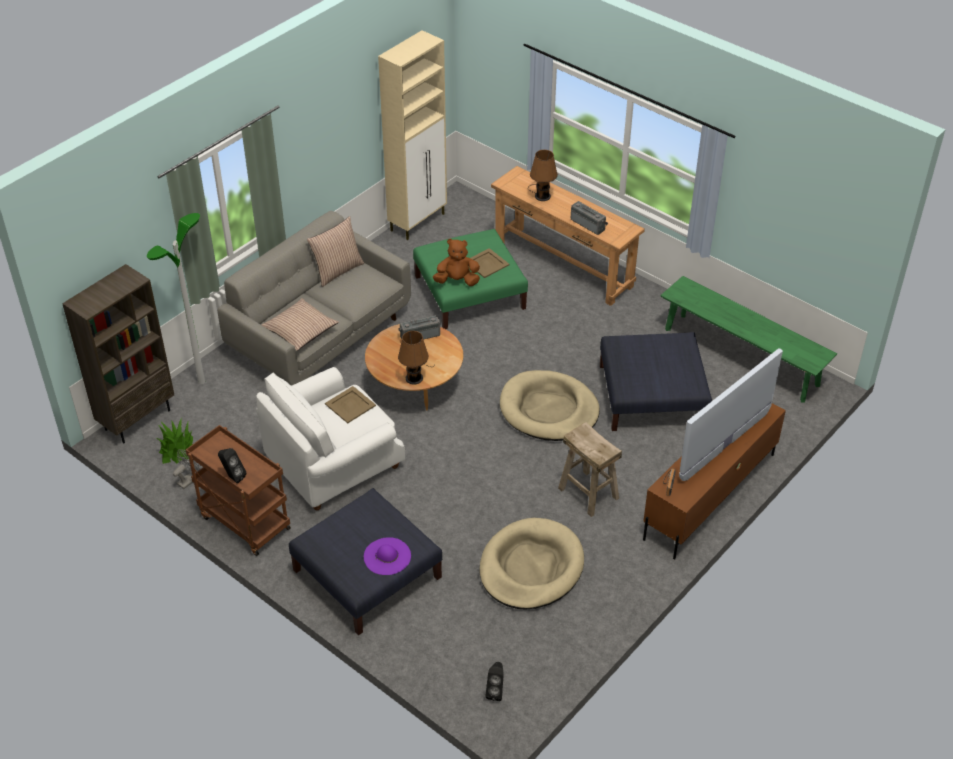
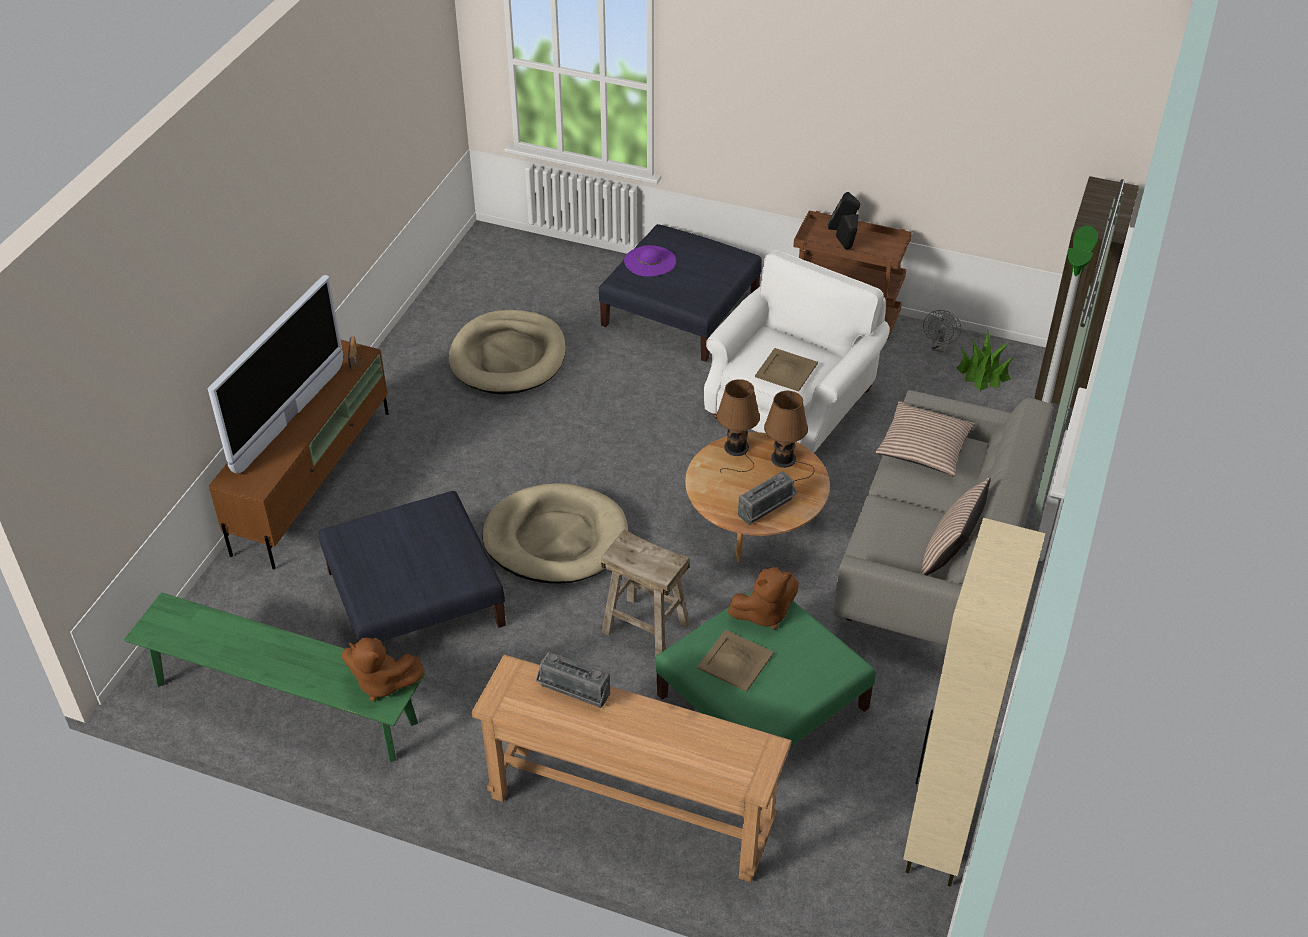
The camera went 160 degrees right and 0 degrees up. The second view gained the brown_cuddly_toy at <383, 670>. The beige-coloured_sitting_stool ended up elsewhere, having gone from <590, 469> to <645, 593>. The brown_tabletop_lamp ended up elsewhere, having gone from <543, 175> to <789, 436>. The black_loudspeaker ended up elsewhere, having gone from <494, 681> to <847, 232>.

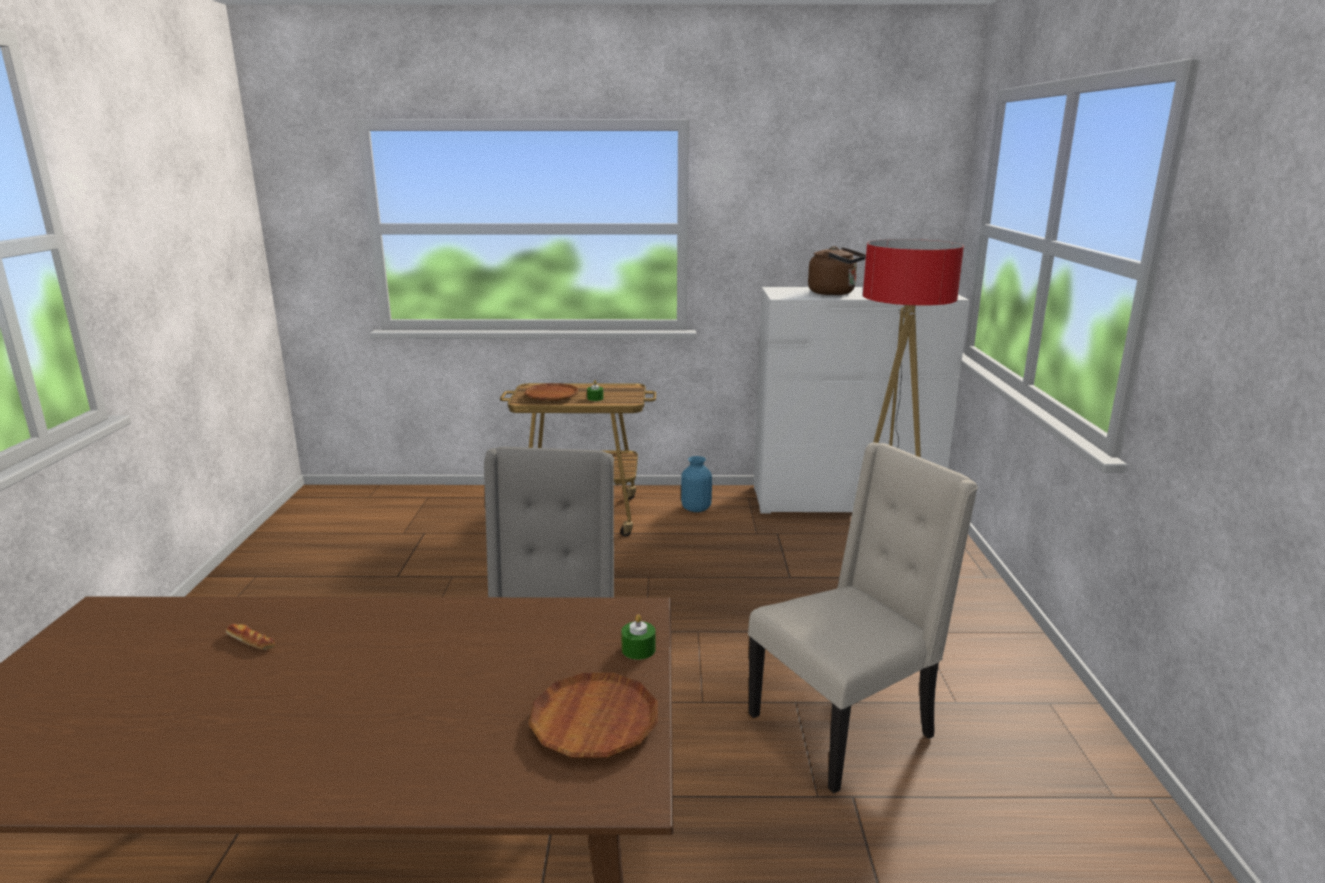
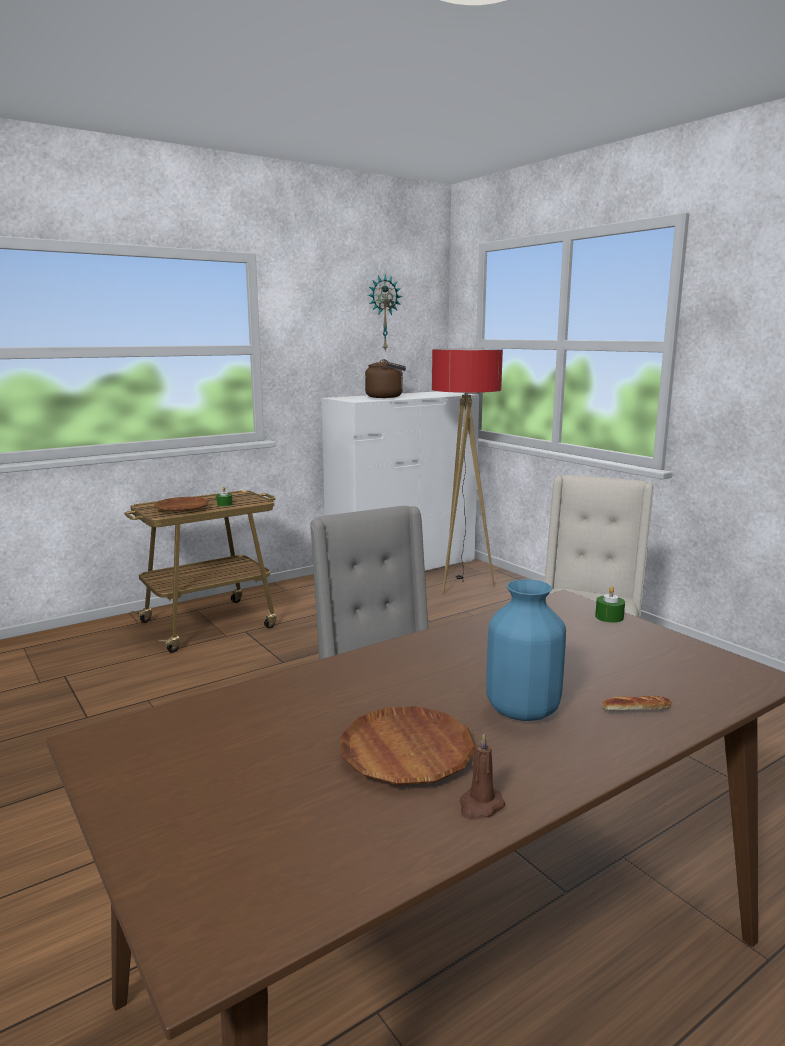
The camera went 35 degrees left and 5 degrees down. The brown_flat_dish ended up elsewhere, having gone from <593, 715> to <408, 745>. The second view gained the hanging_clock at <385, 313>. The second view gained the brown_wax_candle at <482, 776>. The blue-coloured_vase ended up elsewhere, having gone from <696, 484> to <526, 650>. The bread ended up elsewhere, having gone from <250, 637> to <636, 703>.

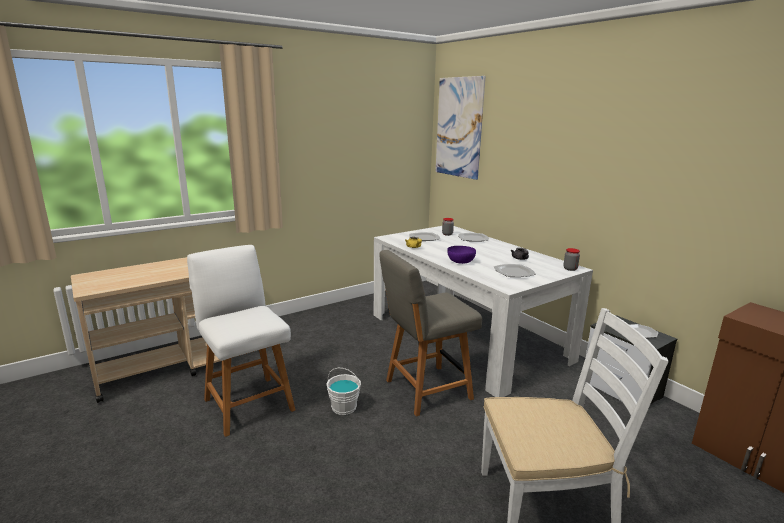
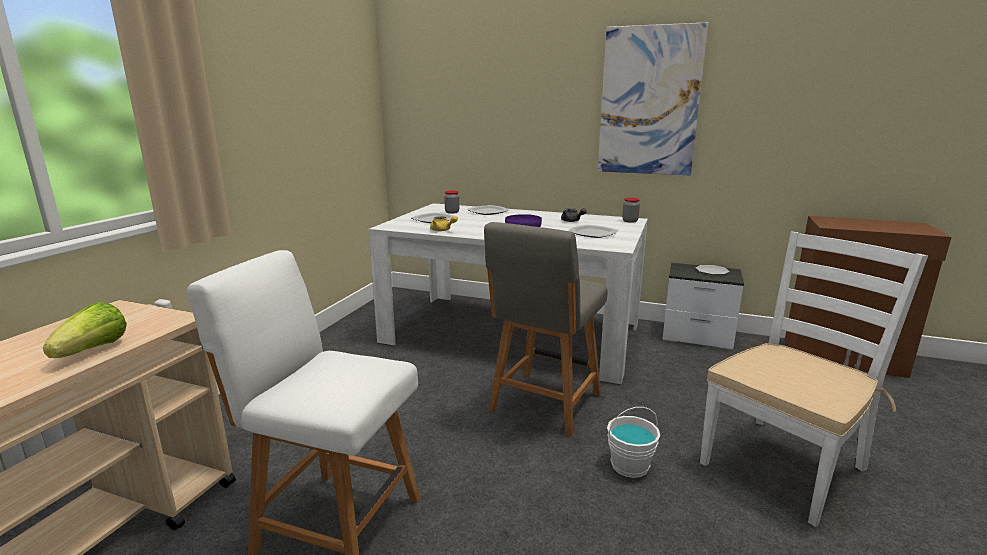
The camera went 35 degrees left and 0 degrees up. The second view gained the lettuce at <85, 330>. The wall_picture ended up elsewhere, having gone from <461, 128> to <653, 98>. The white-coloured_water_bucket ended up elsewhere, having gone from <344, 391> to <633, 442>.

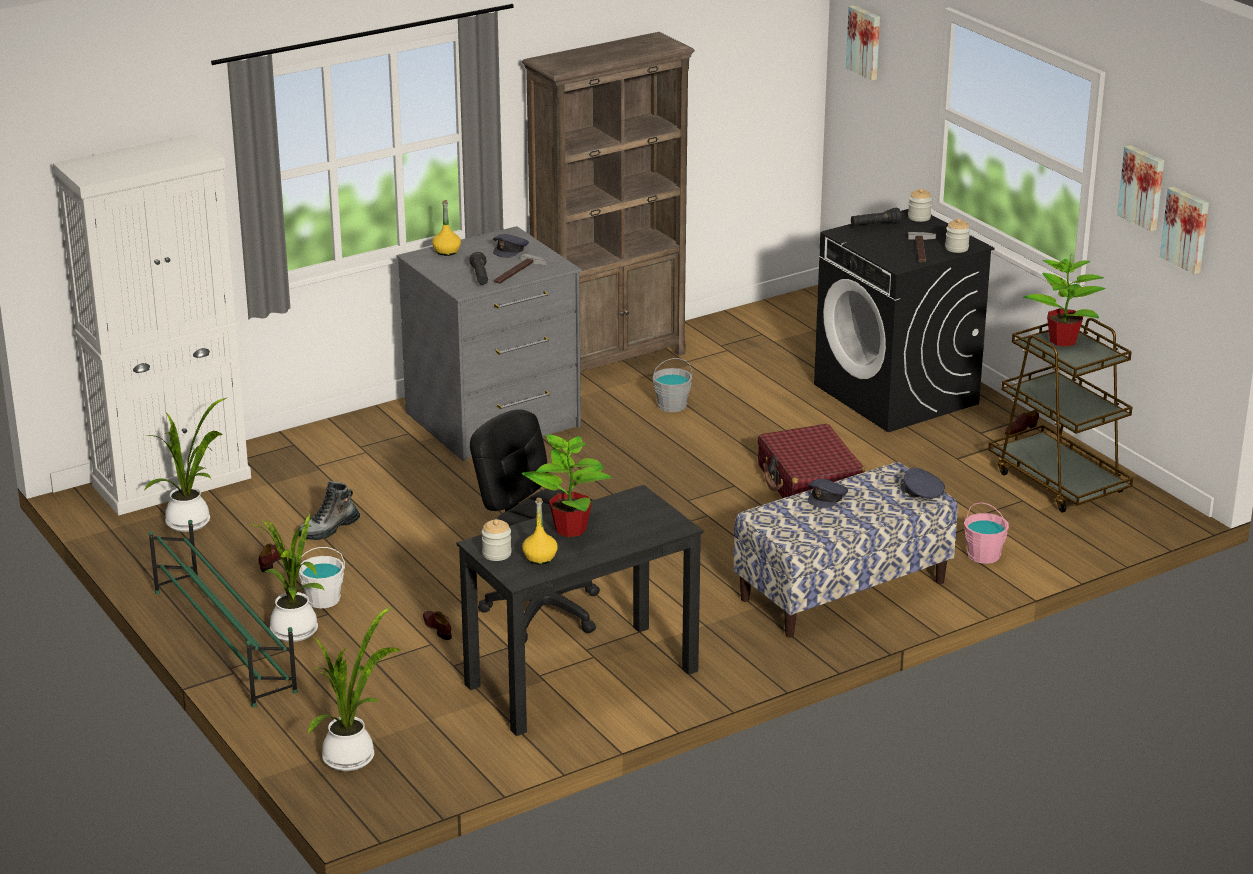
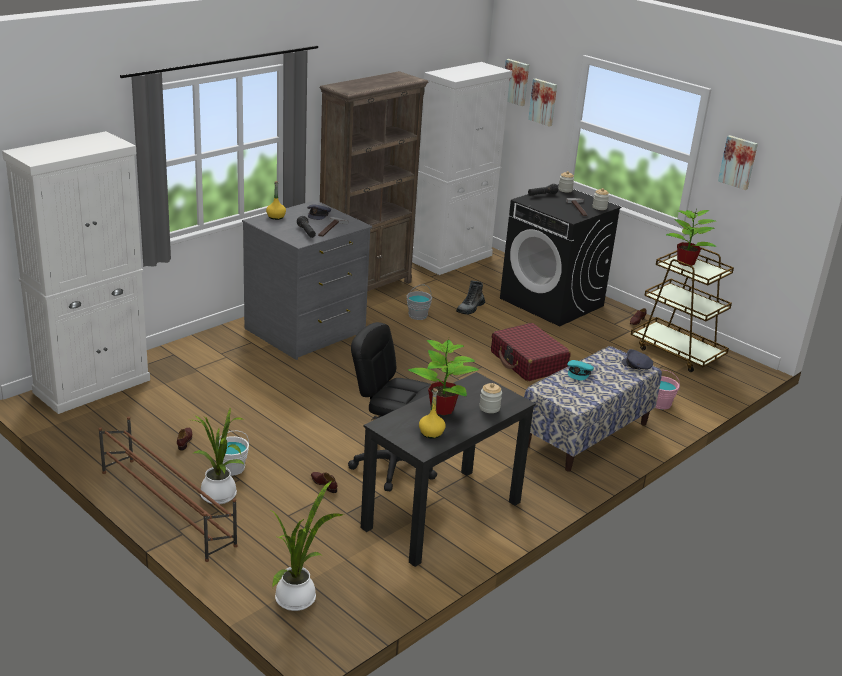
The camera went 15 degrees left and 0 degrees up. What was the green_shoe_shelf at <223, 613> turned into the brown_shoe_shelf at <168, 489>. The second view gained the white-coloured_cabinet at <462, 168>. The tall_boot ended up elsewhere, having gone from <329, 510> to <470, 297>. The storage_jar ended up elsewhere, having gone from <497, 540> to <490, 398>. The wall_picture ended up elsewhere, having gone from <1184, 230> to <542, 102>. What was the greyish_baseball_cap at <828, 493> turned into the blue-green_baseball_cap at <580, 370>. The second view lost the plant_in_a_pot at <185, 465>.

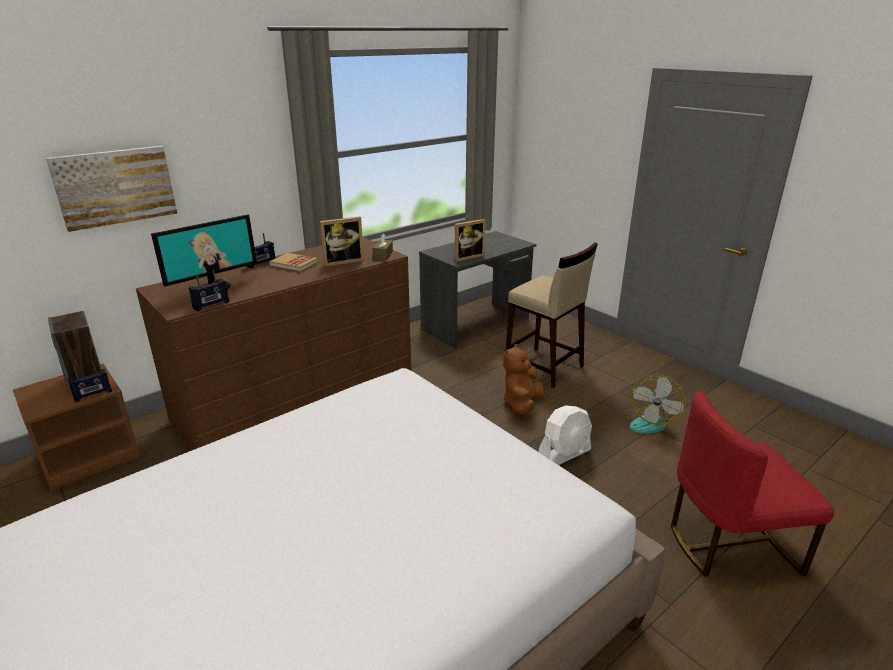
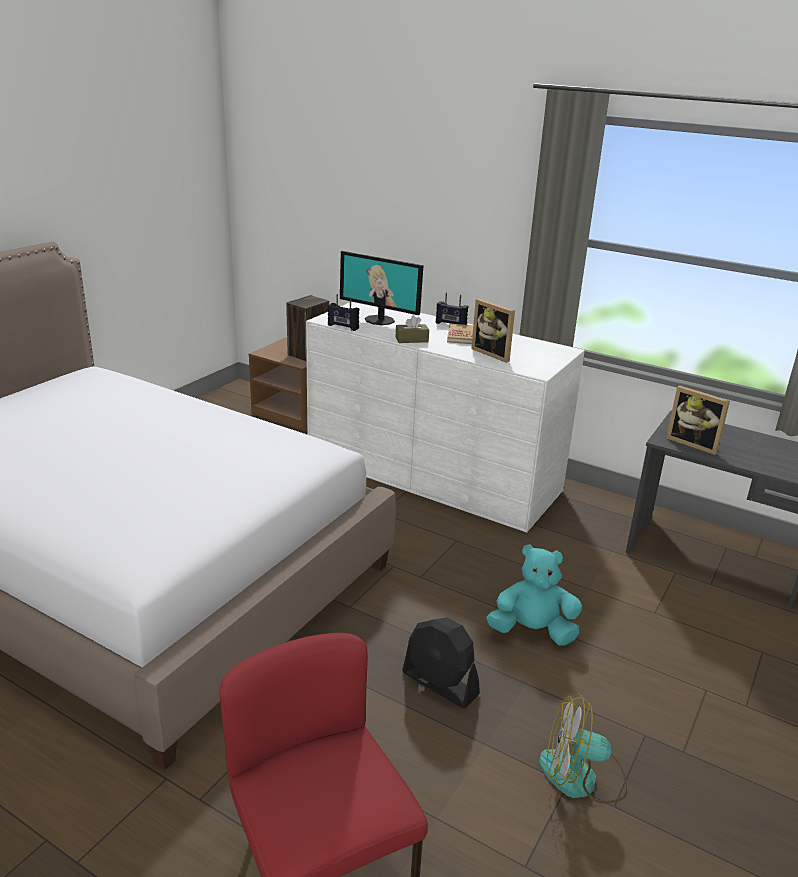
The camera went 70 degrees right and 0 degrees up. What was the brown_drawer_chest at <273, 344> turned into the white-coloured_drawer_chest at <445, 417>. The brown_tissue_holder ended up elsewhere, having gone from <383, 246> to <412, 329>. What was the white-coloured_cooling_fan at <565, 435> turned into the black_cooling_fan at <441, 662>. What was the brown_cuddly_toy at <524, 379> turned into the blue-green_cuddly_toy at <534, 595>. The second view lost the wall_picture at <111, 189>. The second view lost the radio_receiver at <89, 382>. The second view lost the beige-coloured_sitting_stool at <552, 315>.

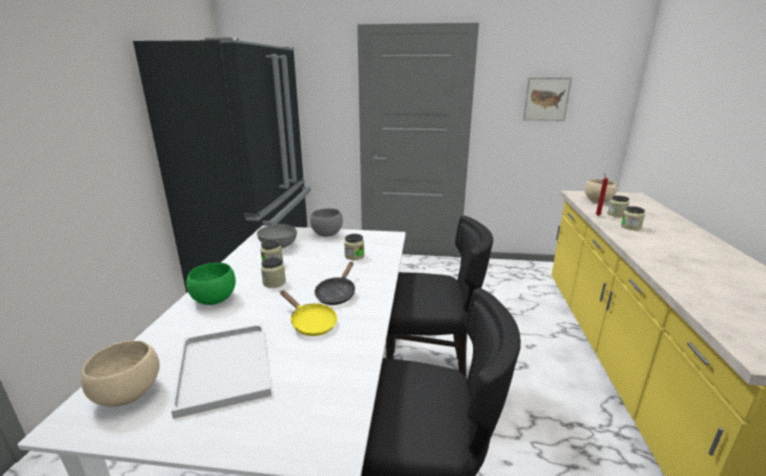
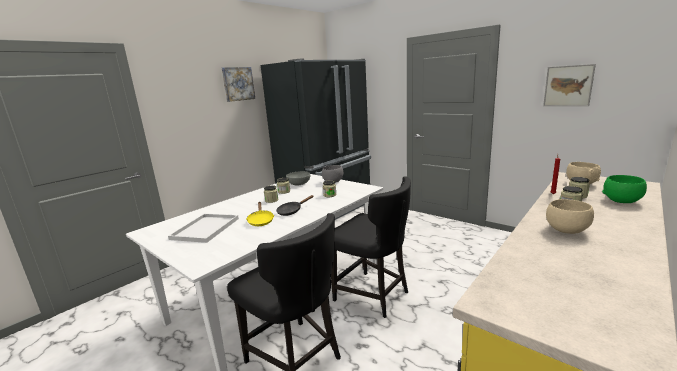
The camera went 35 degrees right and 5 degrees down. The second view gained the wall_picture at <238, 84>. The beige-coloured_bowl ended up elsewhere, having gone from <120, 373> to <570, 216>. The green_bowl ended up elsewhere, having gone from <211, 284> to <624, 189>.

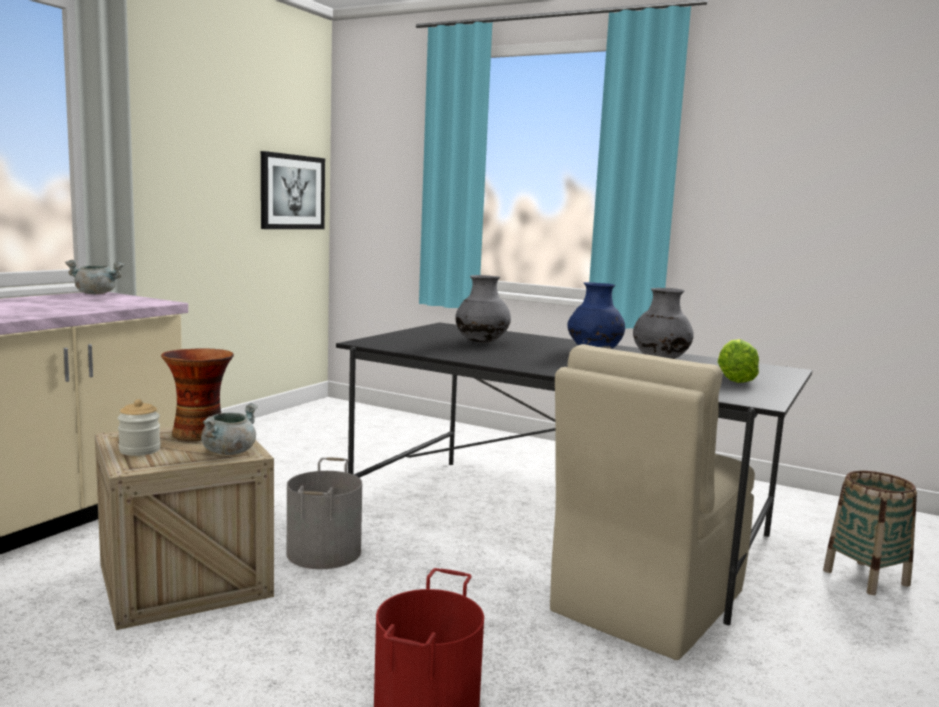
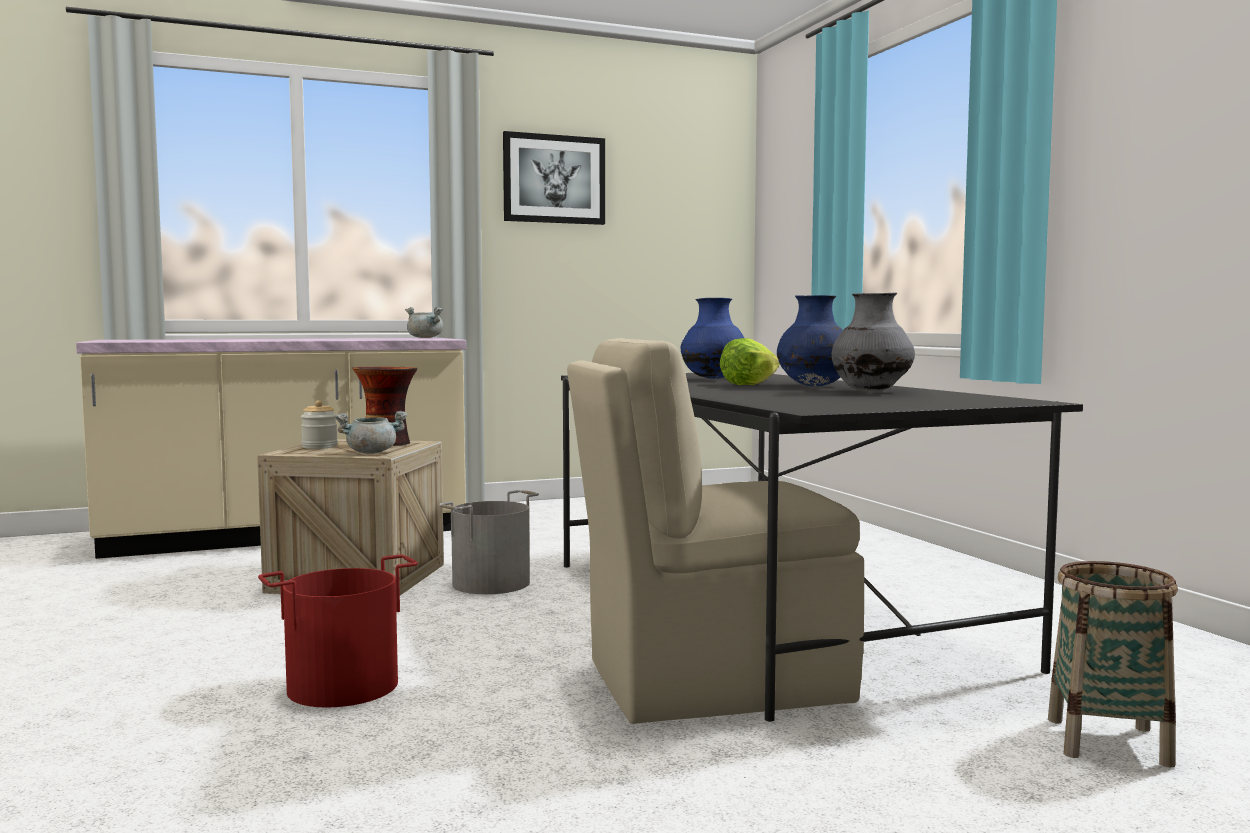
The camera went 40 degrees right and 5 degrees down. The wall_picture ended up elsewhere, having gone from <293, 190> to <554, 178>. What was the greyish_vase at <483, 309> turned into the blue-coloured_vase at <712, 338>. The lettuce ended up elsewhere, having gone from <738, 361> to <750, 361>.

